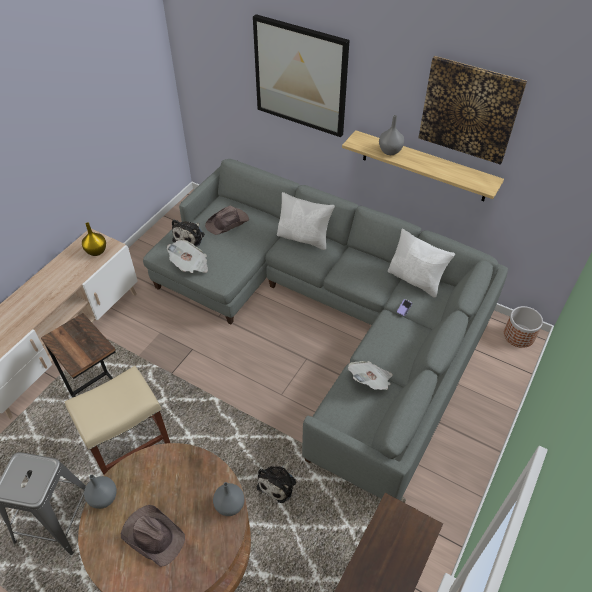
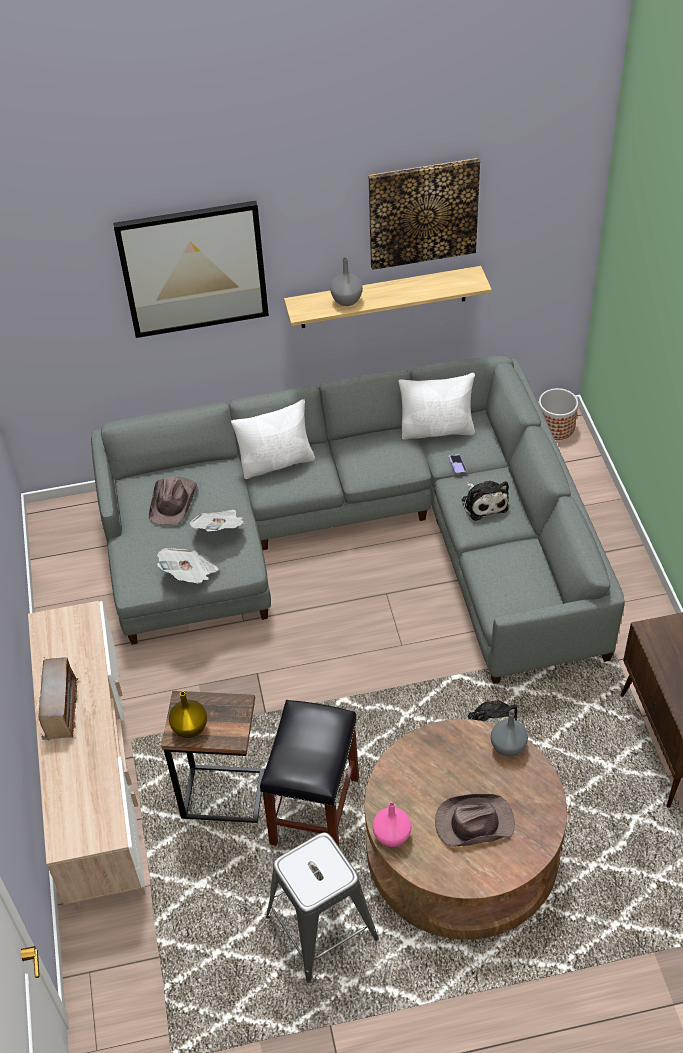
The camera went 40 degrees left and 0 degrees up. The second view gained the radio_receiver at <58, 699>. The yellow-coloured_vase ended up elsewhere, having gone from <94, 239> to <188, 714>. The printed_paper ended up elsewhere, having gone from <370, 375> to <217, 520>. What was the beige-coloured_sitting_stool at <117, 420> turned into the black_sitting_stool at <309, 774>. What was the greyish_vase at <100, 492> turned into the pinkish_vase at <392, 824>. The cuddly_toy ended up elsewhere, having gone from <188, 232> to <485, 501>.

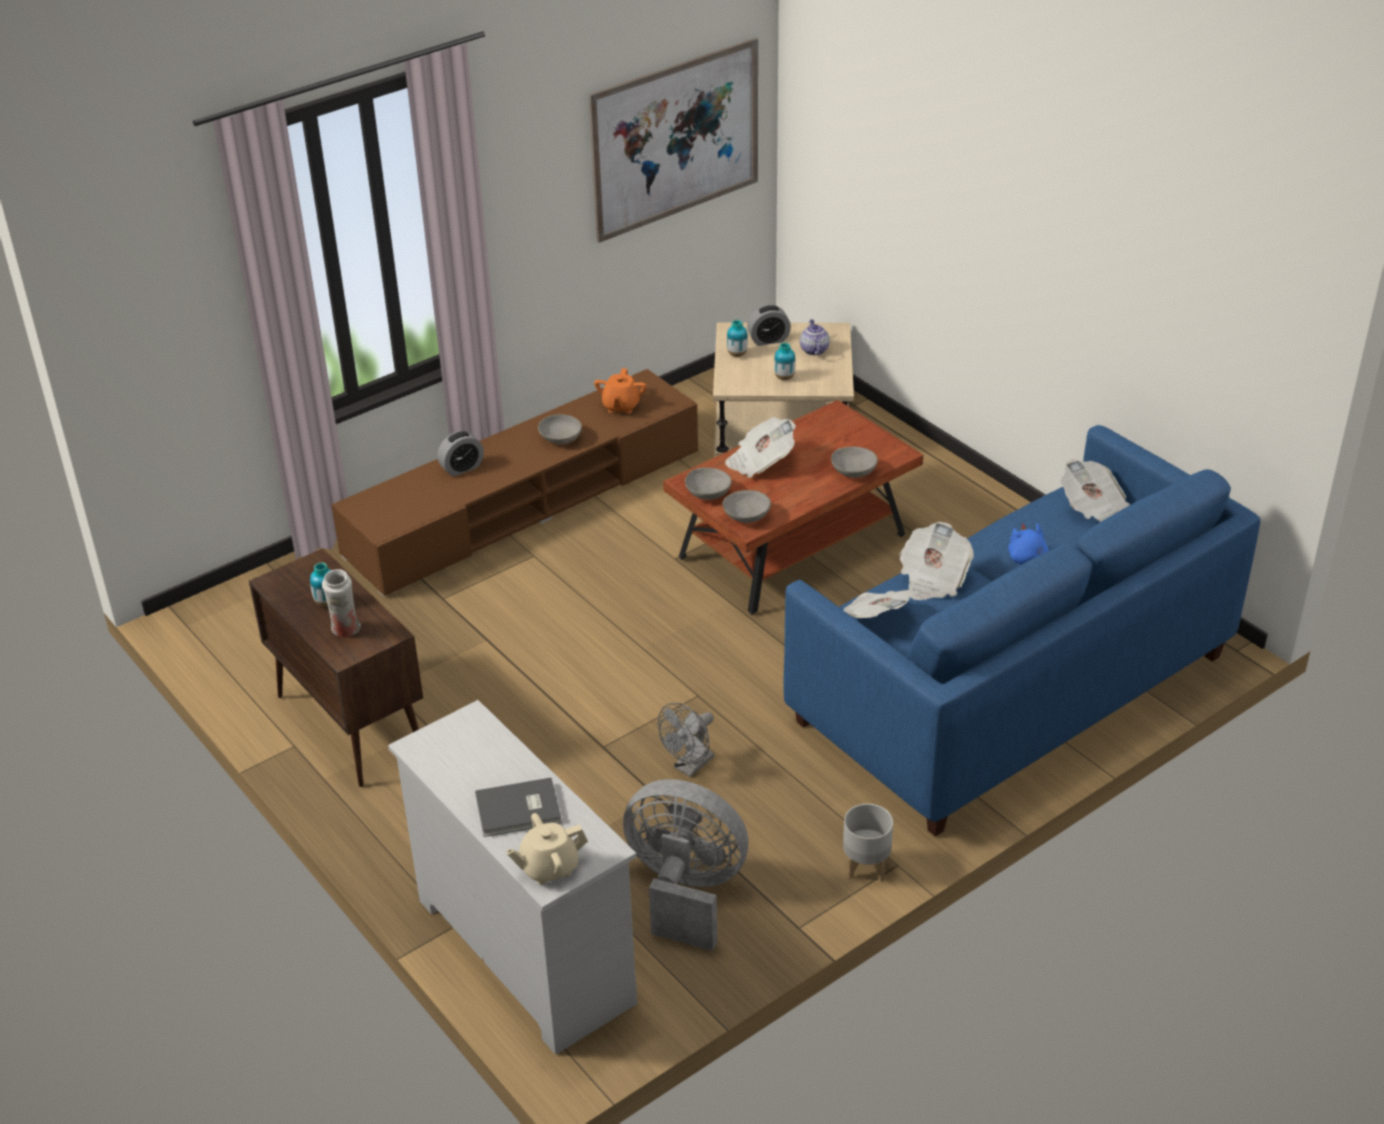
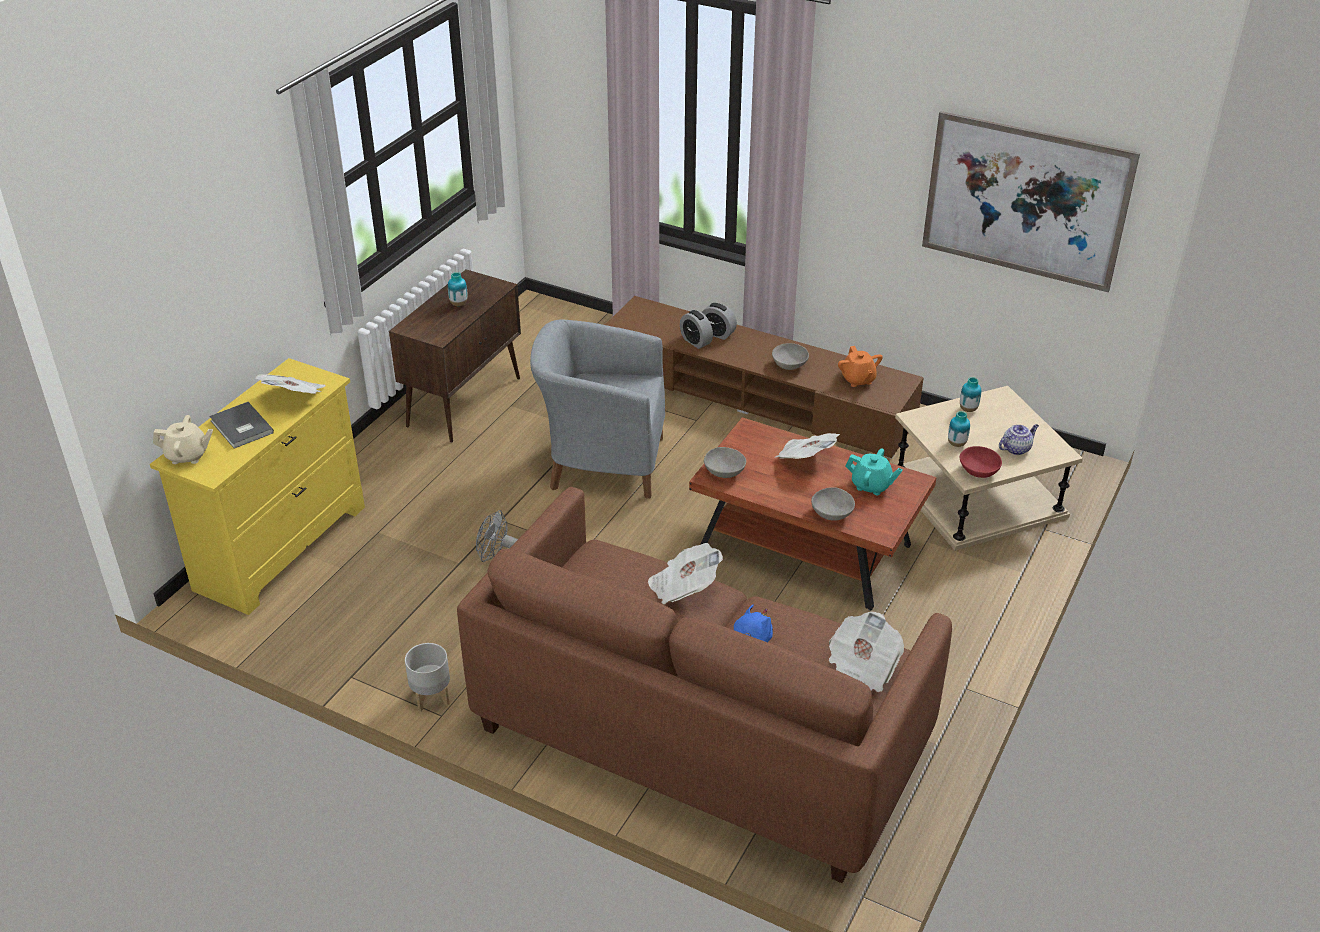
The camera went 65 degrees right and 0 degrees up. What was the white-coloured_drawer_chest at <512, 877> turned into the yellow-coloured_drawer_chest at <257, 486>. The beige-coloured_tea_pot at <547, 849> ended up facing another way, 135 degrees clockwise from before. The printed_paper ended up elsewhere, having gone from <879, 604> to <290, 384>. What was the blue-coloured_sofa at <1021, 631> turned into the brown_sofa at <704, 685>. The second view gained the greyish_lounge_chair at <597, 408>. The bedside_clock ended up elsewhere, having gone from <769, 325> to <696, 329>. The orangey_tea_pot at <620, 391> ended up facing another way, 90 degrees counterclockwise from before. The second view gained the blue-green_tea_pot at <874, 472>. The second view gained the red-coloured_bowl at <981, 462>. The second view lost the white-coloured_vase at <341, 603>. The second view lost the greyish_cooling_fan at <686, 865>. The second view lost the greyish_bowl at <708, 484>.

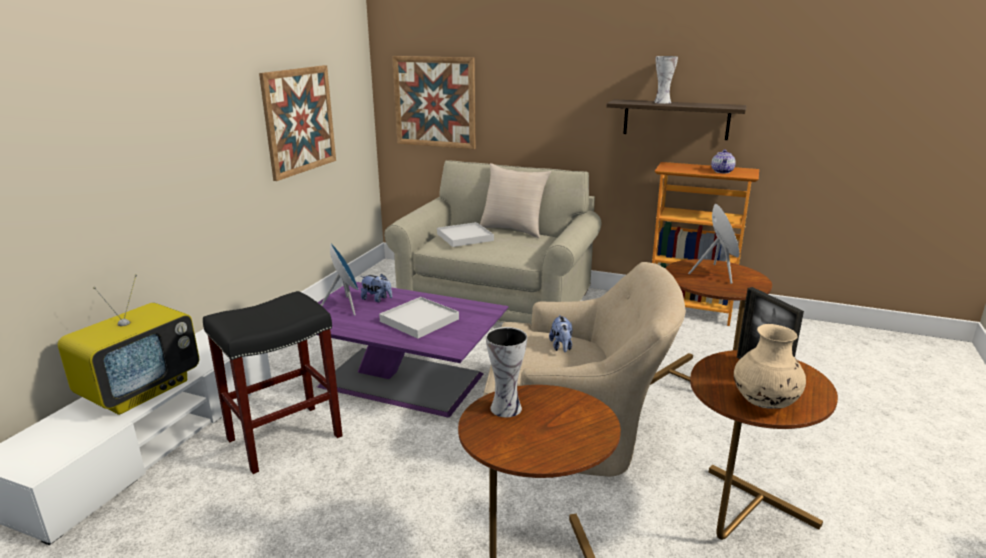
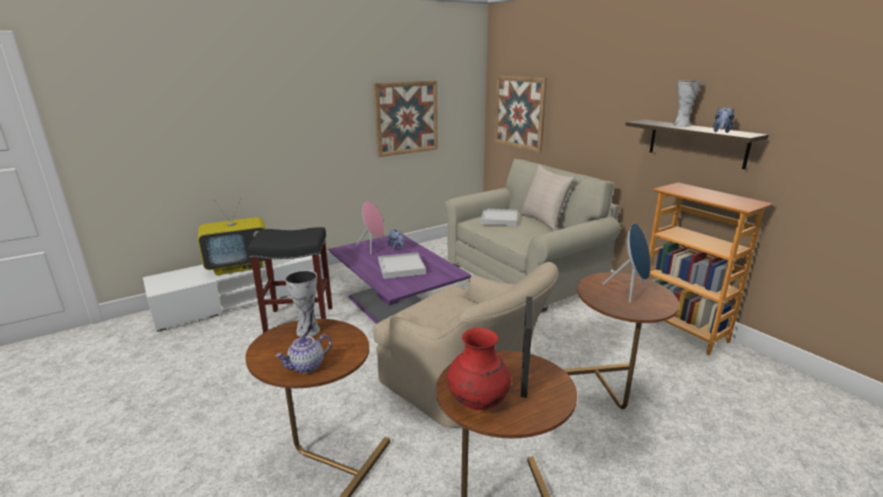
The camera went 35 degrees right and 0 degrees up. The tea_pot ended up elsewhere, having gone from <723, 161> to <304, 353>. What was the blue-coloured_loudspeaker at <339, 279> turned into the pinkish_loudspeaker at <370, 227>. What was the beige-coloured_vase at <770, 366> turned into the red-coloured_vase at <479, 369>. The cuddly_toy ended up elsewhere, having gone from <561, 333> to <723, 120>.

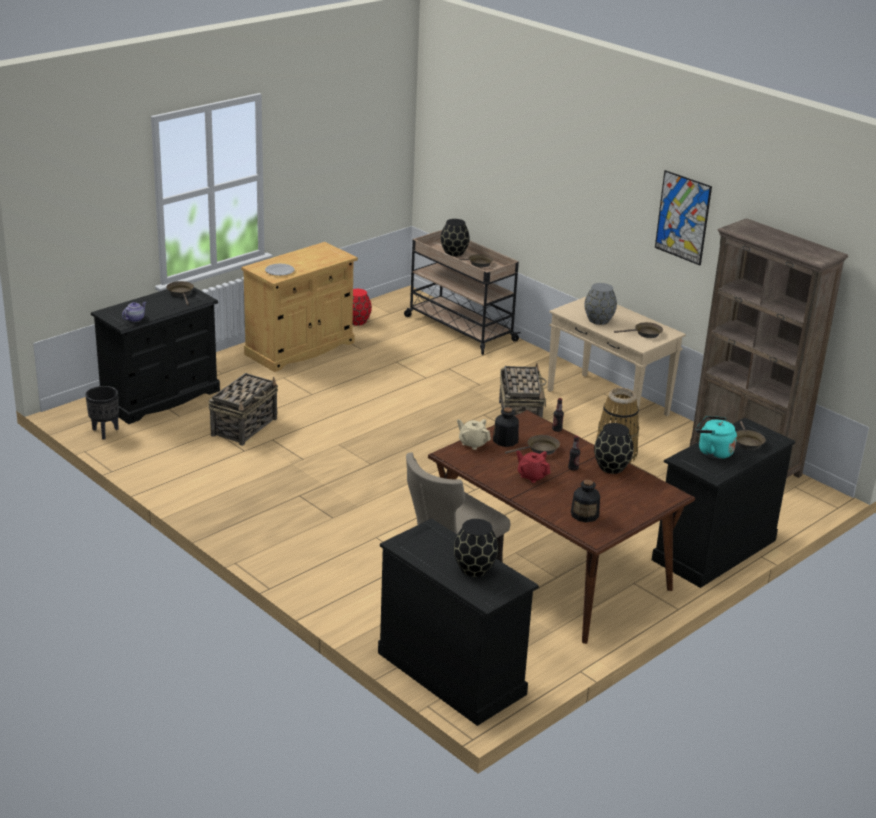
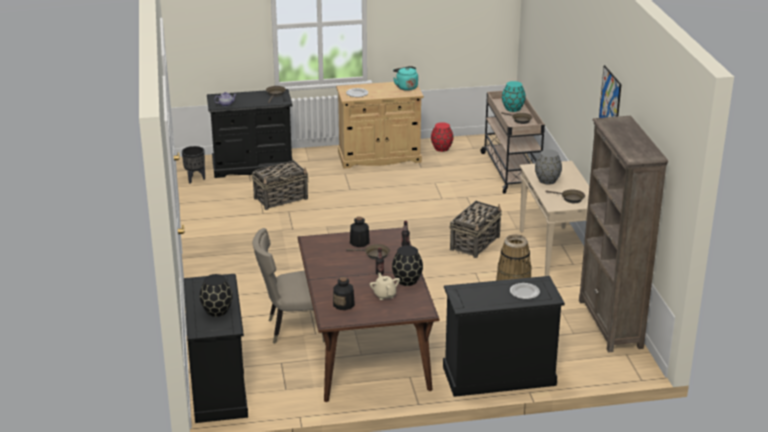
The camera went 35 degrees right and 0 degrees up. The beige-coloured_tea_pot ended up elsewhere, having gone from <474, 434> to <385, 286>. The blue-green_water_kettle ended up elsewhere, having gone from <716, 437> to <405, 78>. What was the black_vase at <455, 237> turned into the blue-green_vase at <514, 96>. Where the brown_pan stood at <751, 435>, the flat_dish came to stand at <525, 291>. The second view lost the red-coloured_tea_pot at <533, 467>.

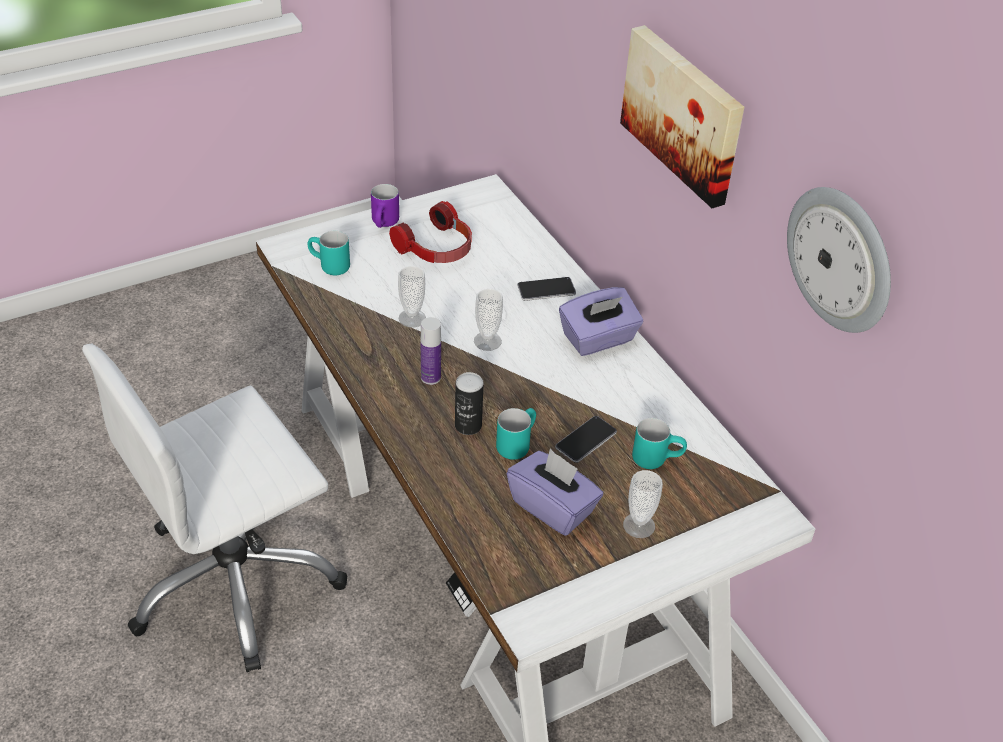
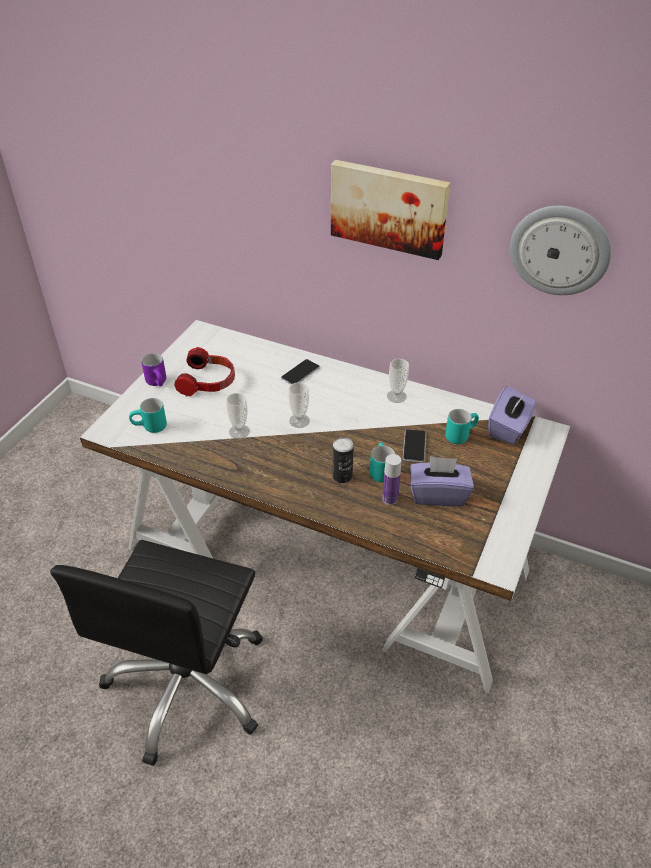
The camera went 35 degrees left and 0 degrees up. What was the white-coloured_office_chair at <215, 508> turned into the black_office_chair at <156, 653>. The drink_bottle ended up elsewhere, having gone from <430, 351> to <391, 479>. The drinking_cup ended up elsewhere, having gone from <643, 504> to <398, 381>. The purple_tissue_holder ended up elsewhere, having gone from <601, 321> to <512, 415>.

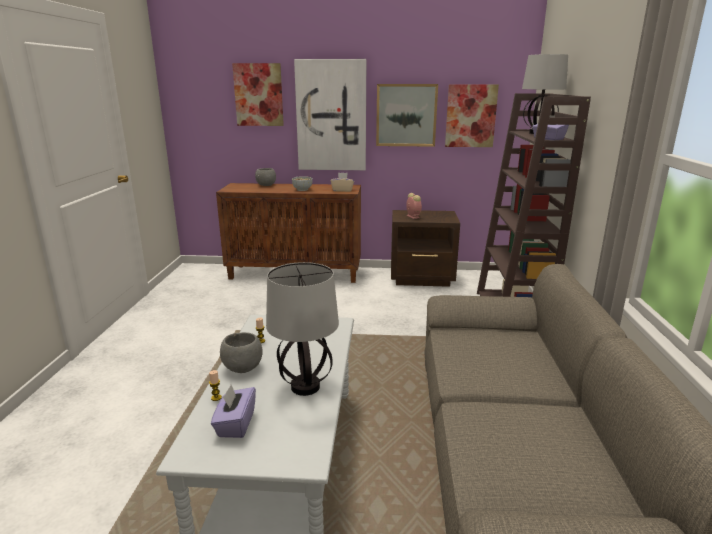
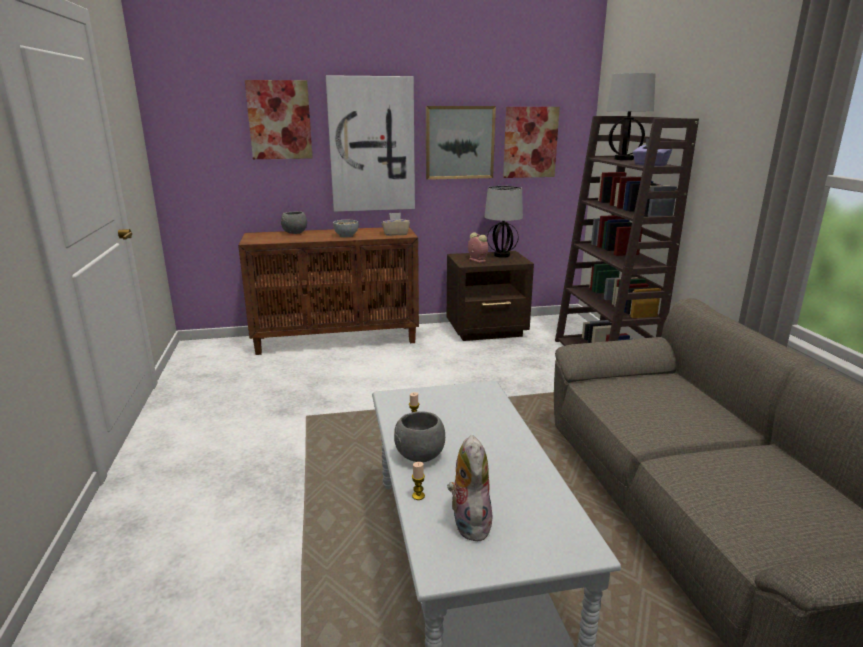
The camera went 15 degrees left and 0 degrees up. Where the purple_tissue_holder stood at <233, 411>, the cuddly_toy came to stand at <469, 488>. The tabletop_lamp ended up elsewhere, having gone from <302, 329> to <503, 222>.

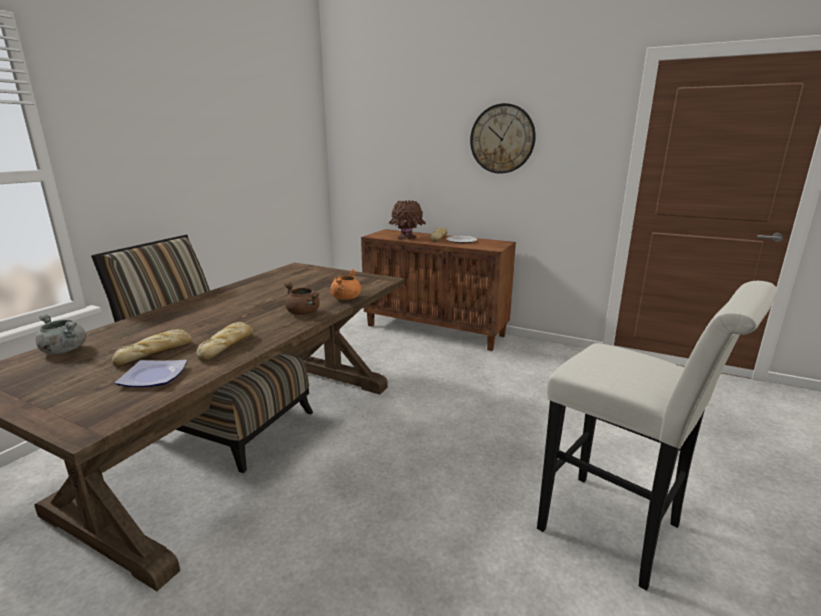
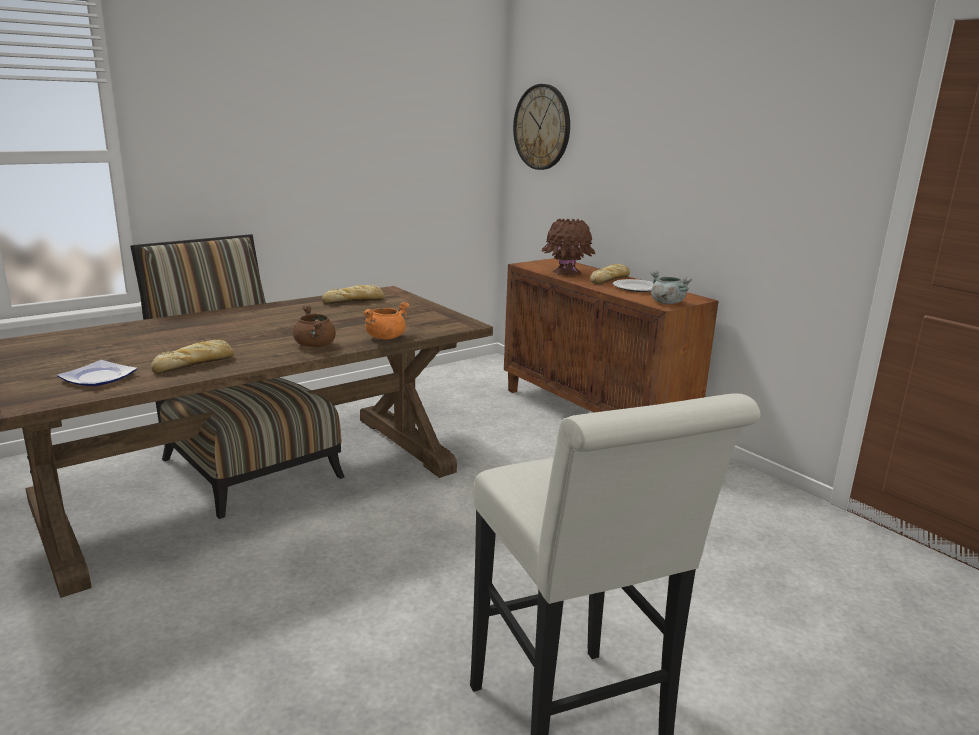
The camera went 25 degrees right and 0 degrees up. The bread ended up elsewhere, having gone from <152, 348> to <353, 294>. The hanging_clock ended up elsewhere, having gone from <503, 138> to <541, 127>. The greyish_stockpot ended up elsewhere, having gone from <61, 334> to <671, 287>.

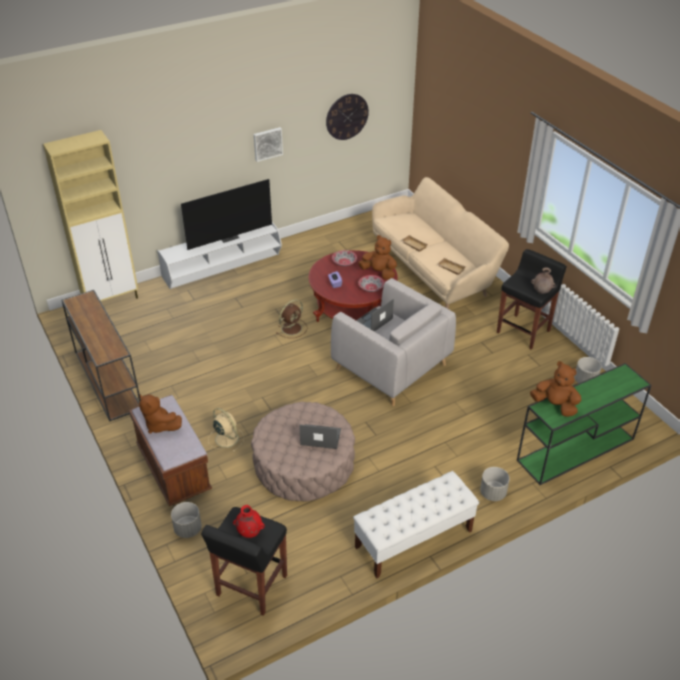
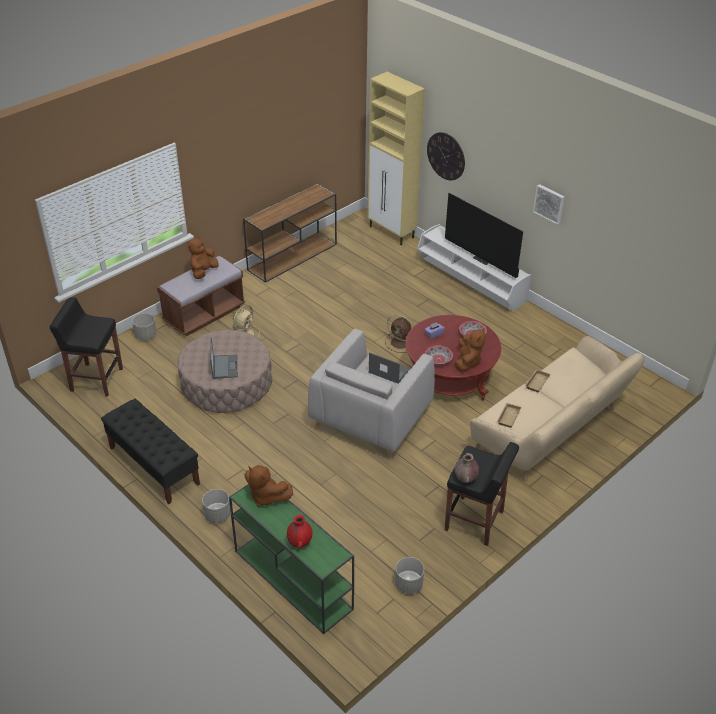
The camera went 75 degrees right and 0 degrees up. What was the white-coloured_long_seat at <416, 525> turned into the black_long_seat at <150, 451>. The brown_cuddly_toy at <555, 389> ended up facing another way, 105 degrees clockwise from before. The red-coloured_vase ended up elsewhere, having gone from <249, 521> to <300, 531>. The hanging_clock ended up elsewhere, having gone from <347, 117> to <446, 156>.

